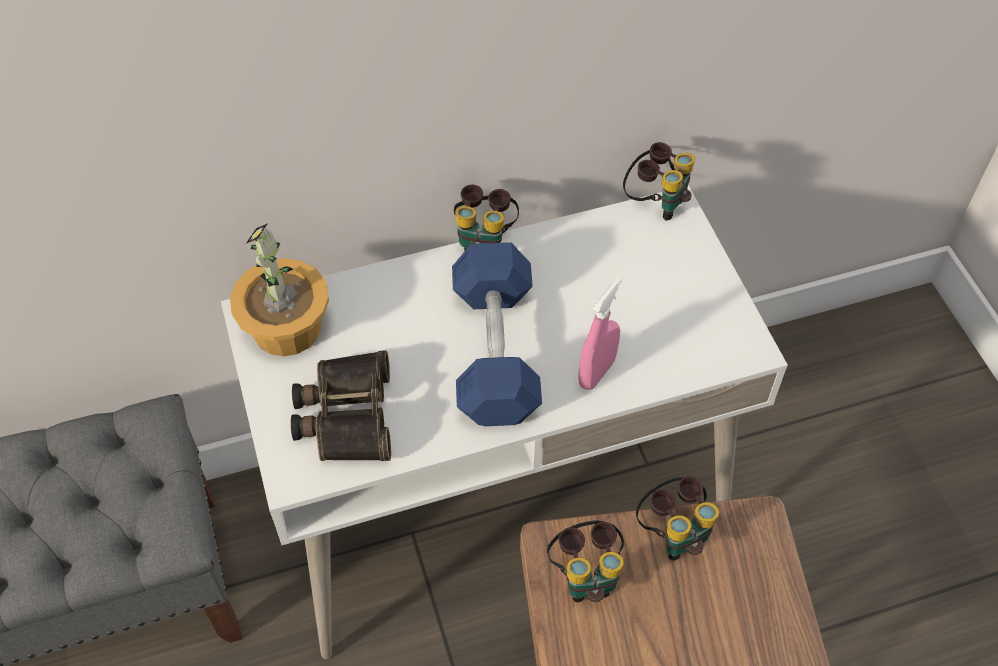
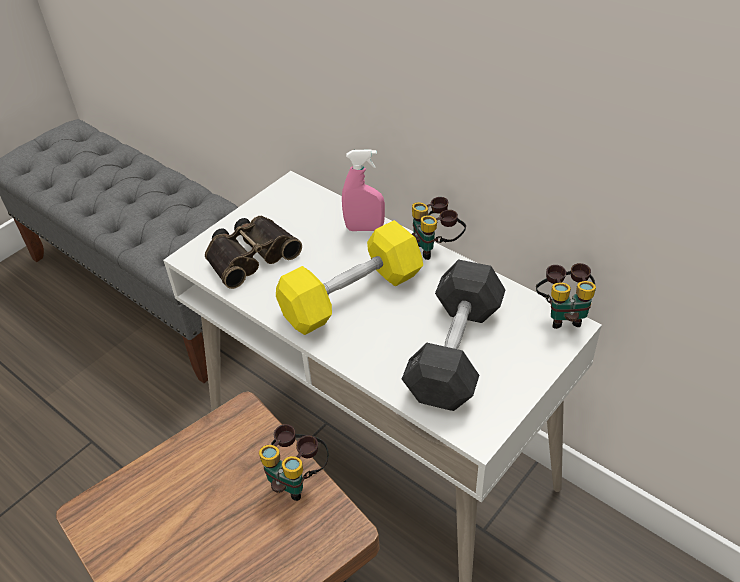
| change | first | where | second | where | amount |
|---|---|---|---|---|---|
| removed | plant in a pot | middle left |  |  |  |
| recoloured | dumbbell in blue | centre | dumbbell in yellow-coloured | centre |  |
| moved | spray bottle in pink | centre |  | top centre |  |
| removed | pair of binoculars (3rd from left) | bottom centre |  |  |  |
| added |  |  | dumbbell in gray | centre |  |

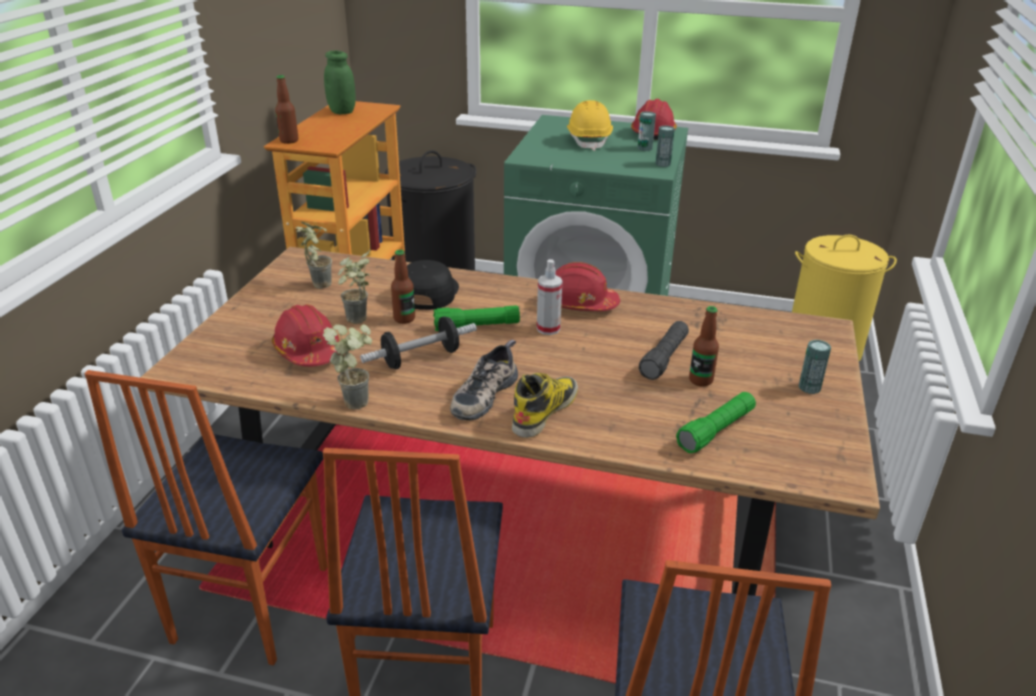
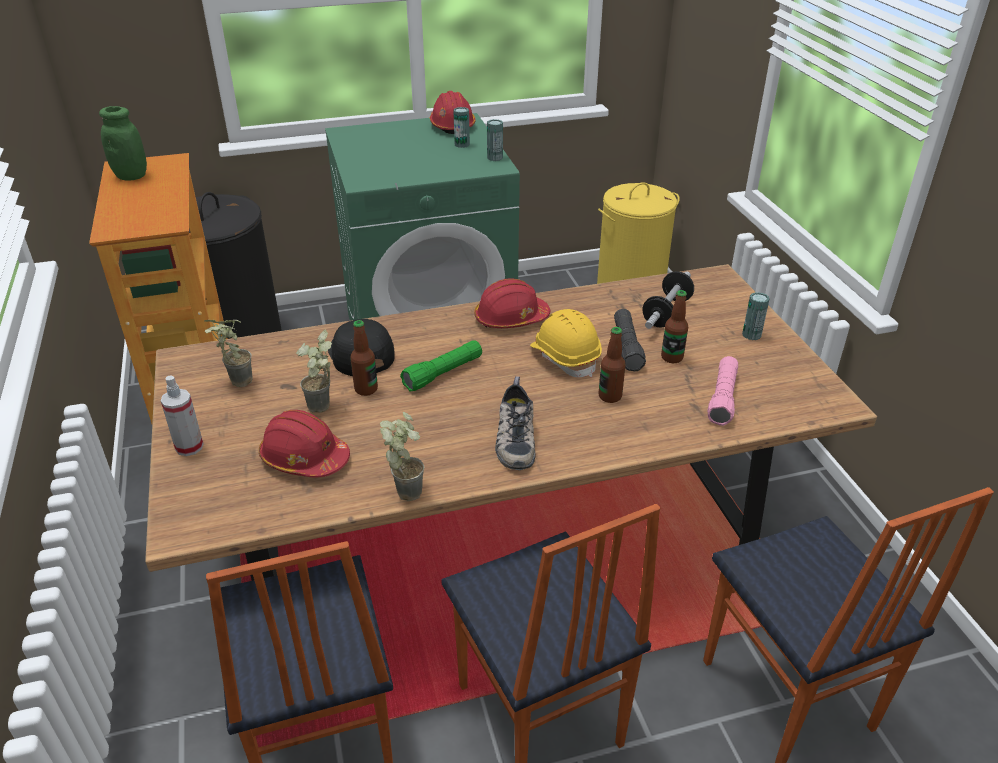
| change | first | where | second | where | amount |
|---|---|---|---|---|---|
| moved | drink bottle (1st from left in the first image) | top left | drink bottle (2nd from left) | centre |  |
| moved | hard hat in yellow-coloured | top centre |  | centre |  |
| moved | spray bottle | centre |  | middle left |  |
| moved | dumbbell | centre |  | middle right |  |
| removed | high-top boot | centre |  |  |  |
| recoloured | torch in green (2nd from left) | middle right | torch in pink | middle right |  |

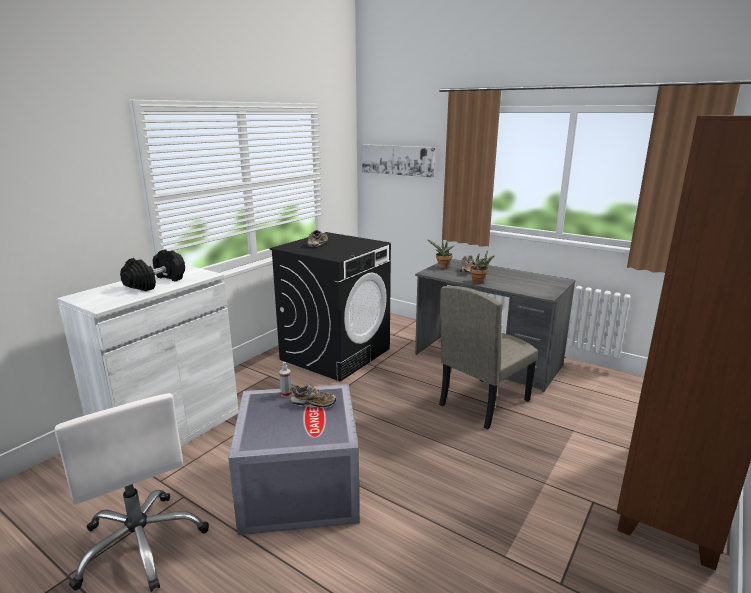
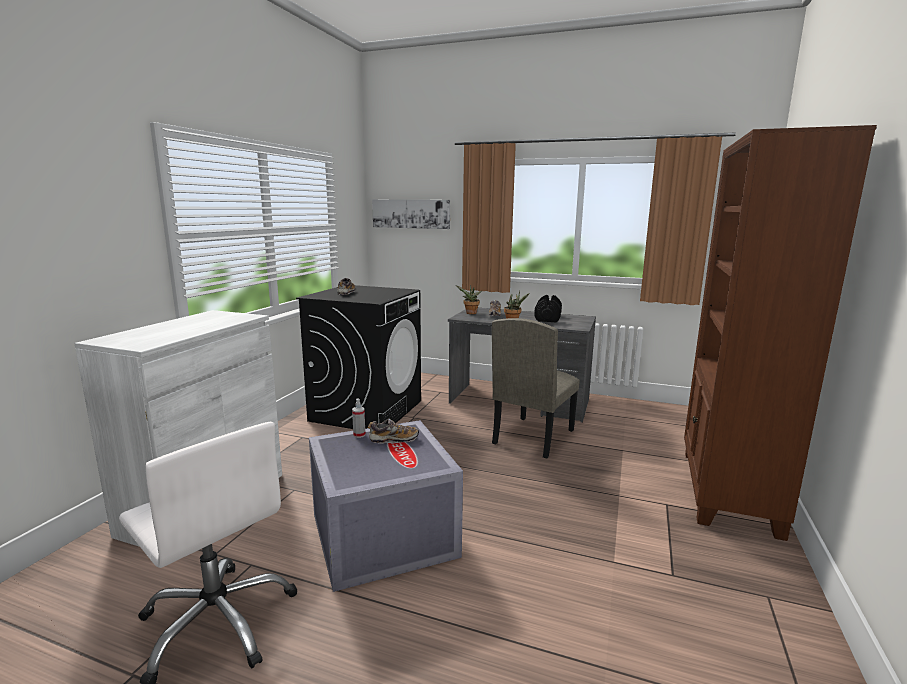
| change | first | where | second | where | amount |
|---|---|---|---|---|---|
| moved | dumbbell in black-coloured | middle left |  | centre |  |

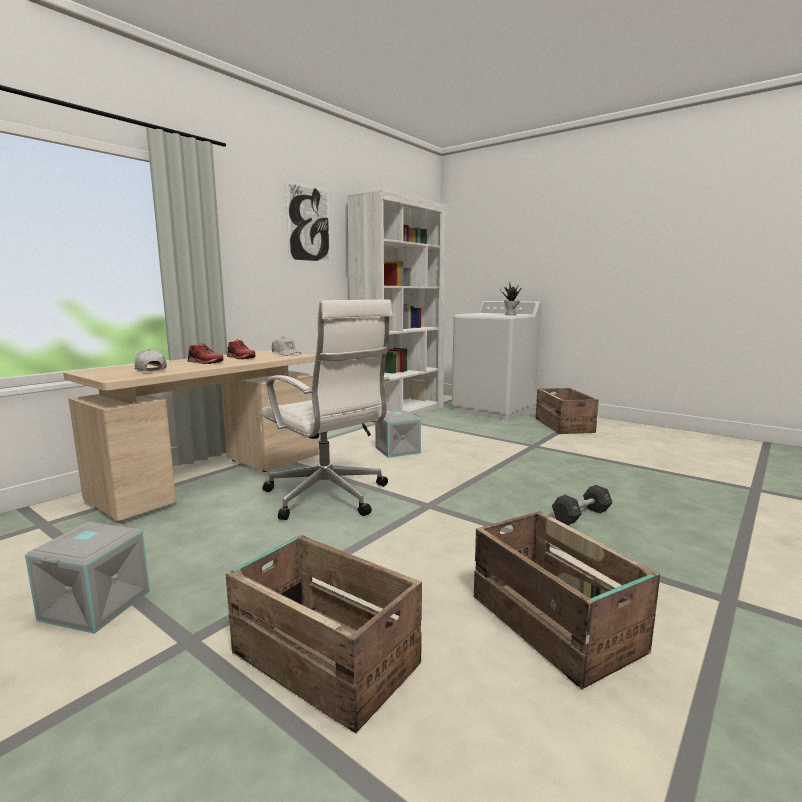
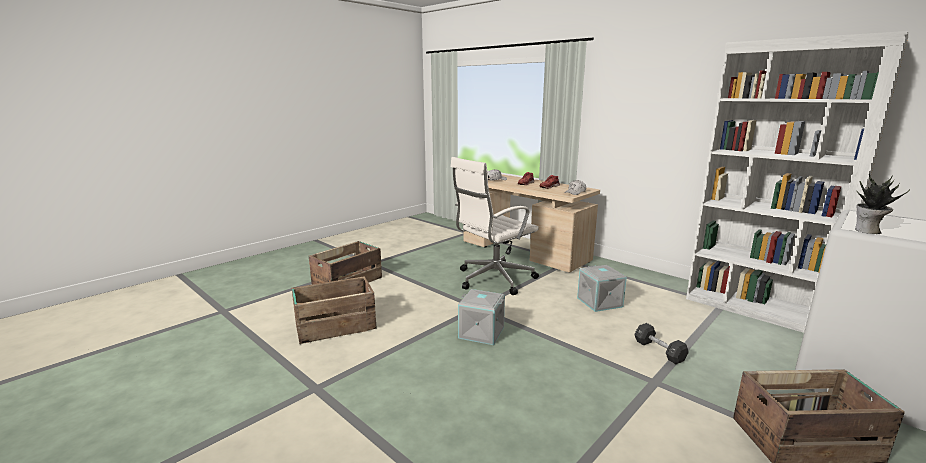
| change | first | where | second | where | amount |
|---|---|---|---|---|---|
| removed | wall art | top centre |  |  |  |
| moved | dumbbell in black-coloured | middle right |  | bottom right |  |
| moved | storage container in gray (1st from left) | bottom left |  | bottom centre |  |

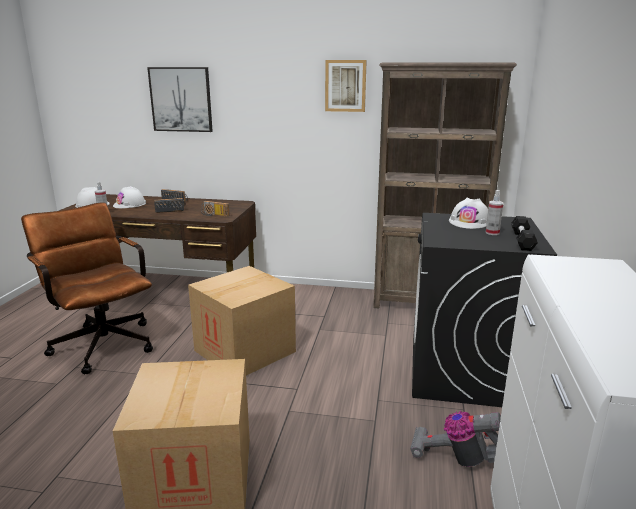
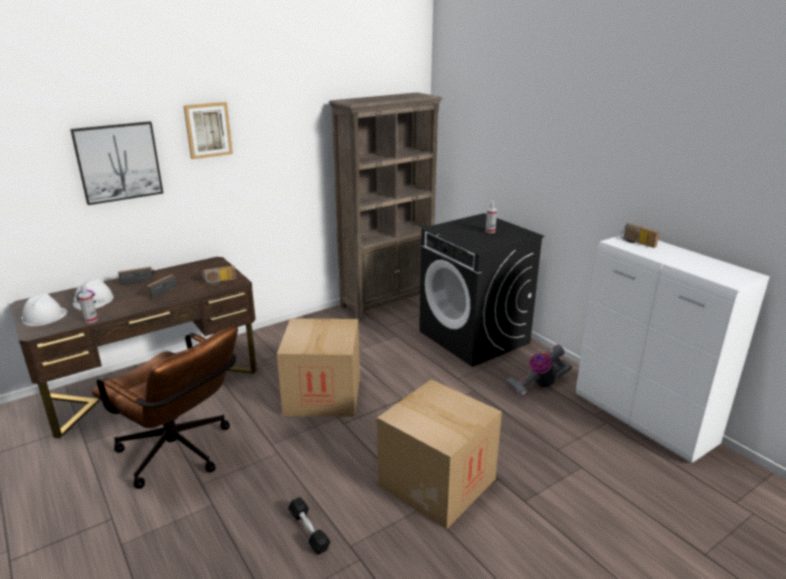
| change | first | where | second | where | amount |
|---|---|---|---|---|---|
| moved | wall art (2nd from left) | top centre |  | top left |  |
| removed | hard hat in white-coloured (3rd from left) | middle right |  |  |  |
| turned | computer chair in brown | middle left |  | bottom left | 150 degrees counterclockwise |
| moved | dumbbell in black-coloured | middle right |  | bottom centre |  |
| added |  |  | radio (4th from left) | middle right |  |

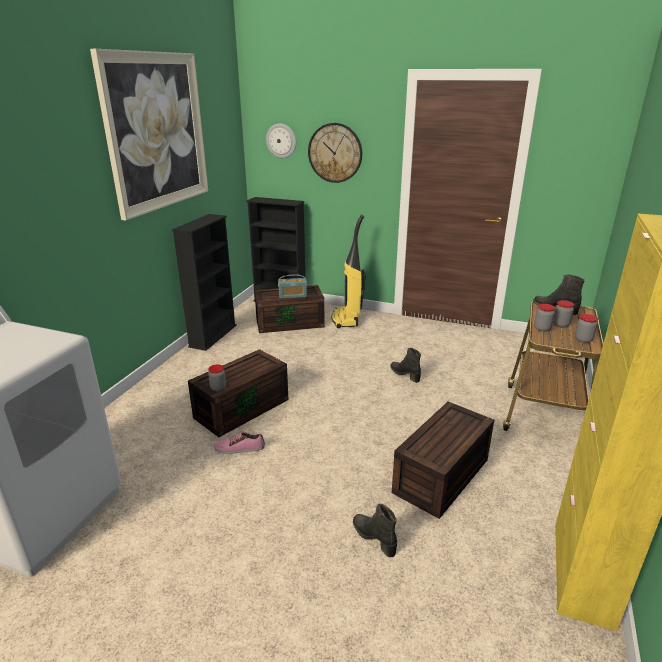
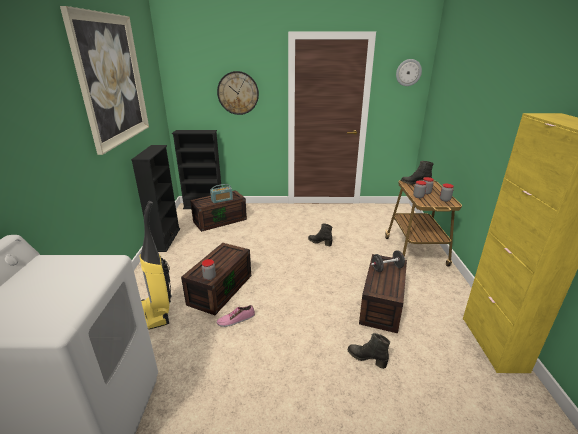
| change | first | where | second | where | amount |
|---|---|---|---|---|---|
| moved | clock on the wall (1st from left in the first image) | top centre | clock on the wall (2nd from left) | top right |  |
| moved | vacuum cleaner | centre |  | middle left |  |
| added |  |  | dumbbell in black-coloured | middle right |  |

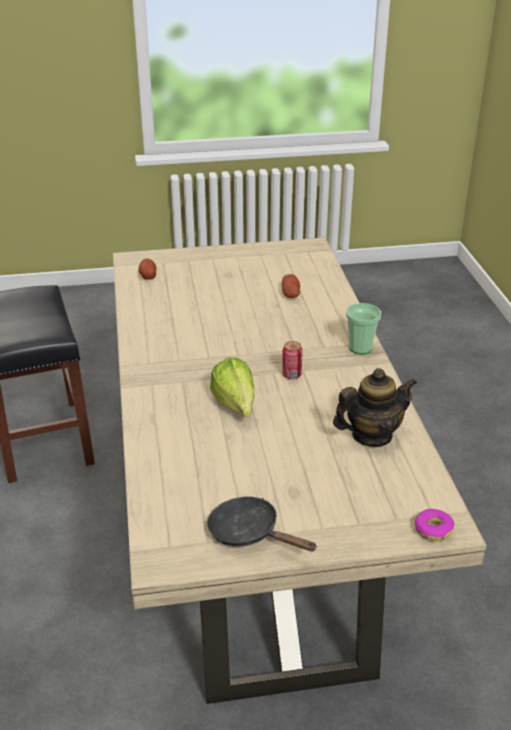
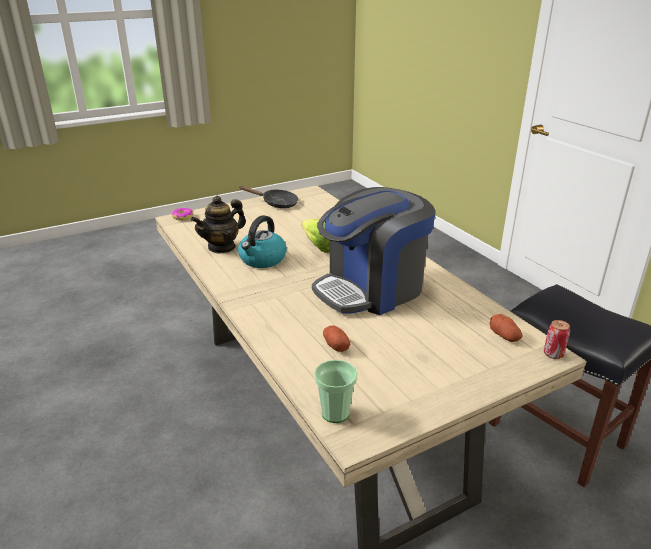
| change | first | where | second | where | amount |
|---|---|---|---|---|---|
| moved | cup | middle right |  | bottom centre |  |
| moved | sealed can | centre |  | middle right |  |
| added |  |  | coffee brewer | centre |  |
| added |  |  | water kettle | centre |  |

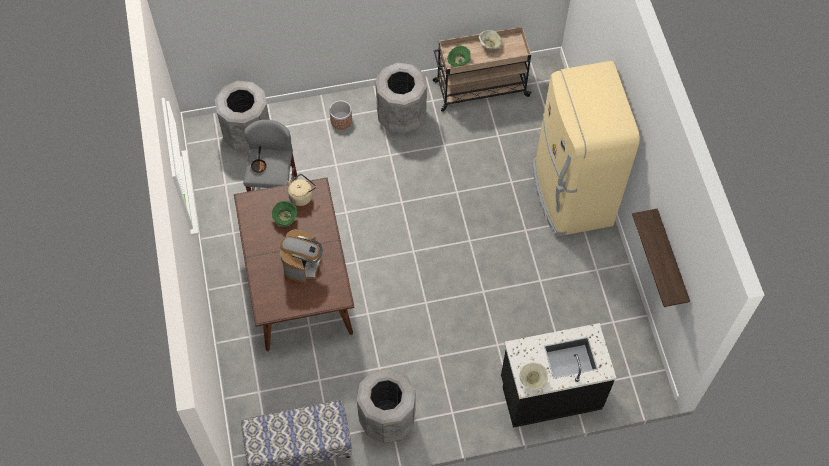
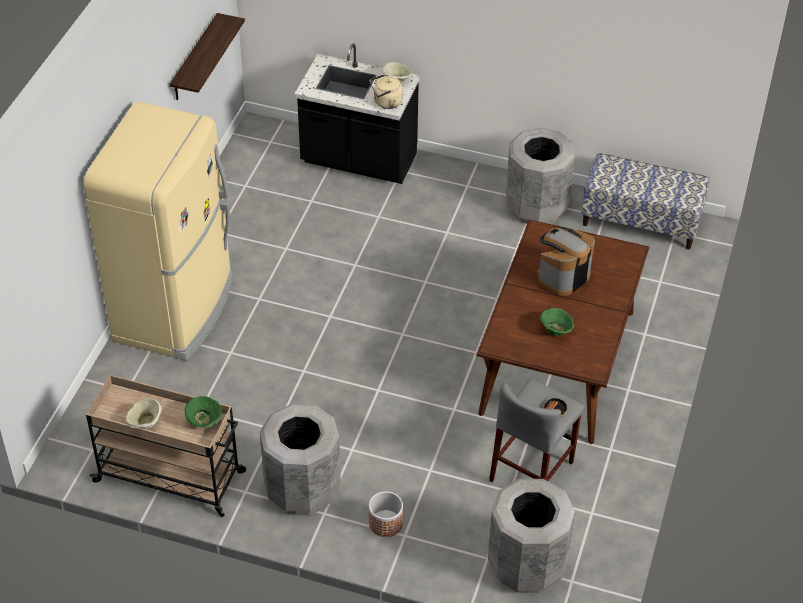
| change | first | where | second | where | amount |
|---|---|---|---|---|---|
| moved | water kettle in sand-coloured | centre |  | top centre |  |

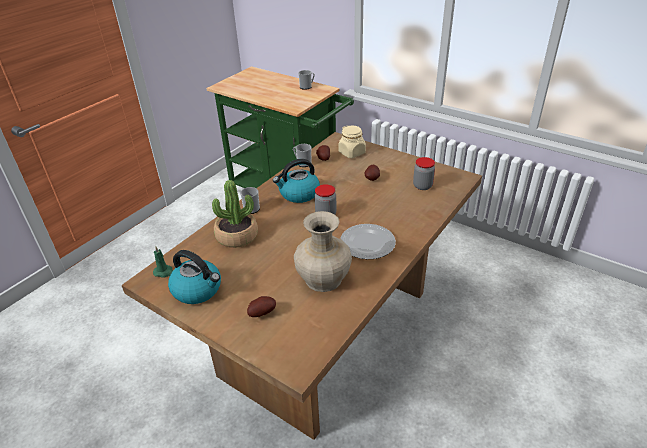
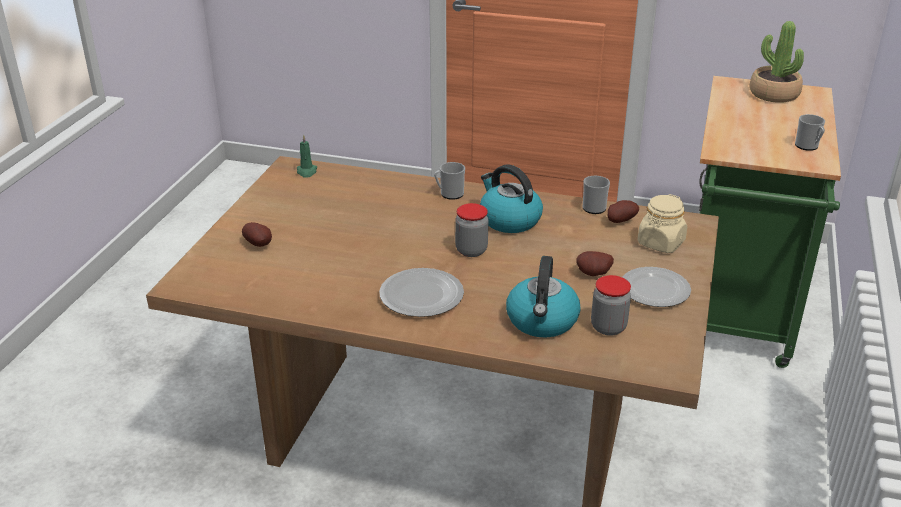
| change | first | where | second | where | amount |
|---|---|---|---|---|---|
| moved | plant in a pot | centre |  | top right |  |
| removed | vase in sand-coloured | centre |  |  |  |
| moved | water kettle (1st from left in the first image) | middle left | water kettle (2nd from left) | centre |  |
| added |  |  | dinner plate (2nd from left) | middle right |  |

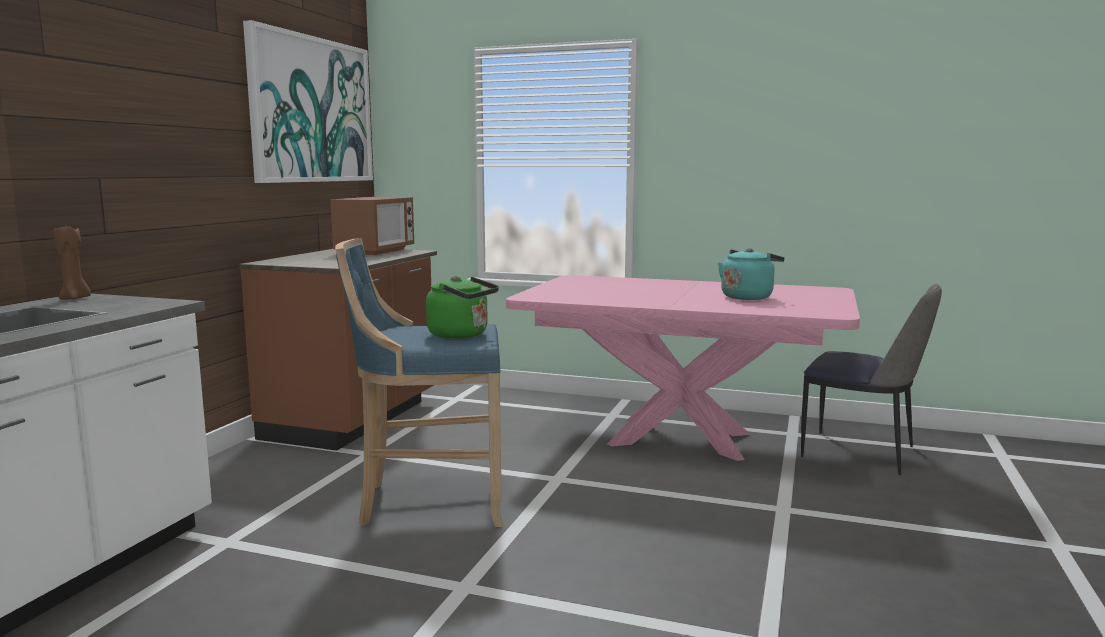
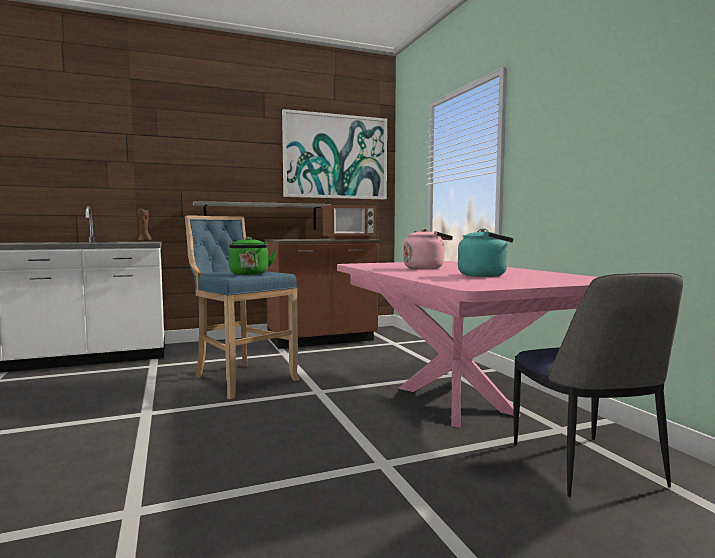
| change | first | where | second | where | amount |
|---|---|---|---|---|---|
| added |  |  | bracket shelf in gray | centre |  |
| added |  |  | water kettle in pink | centre |  |

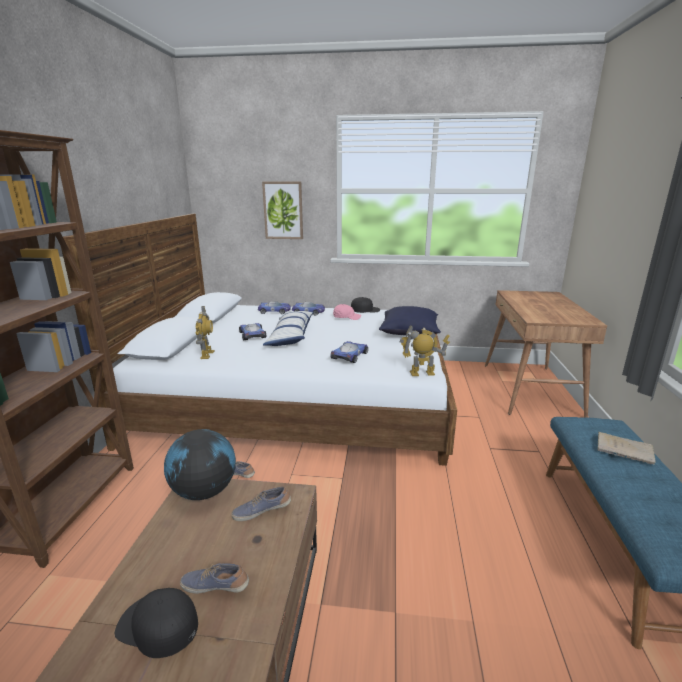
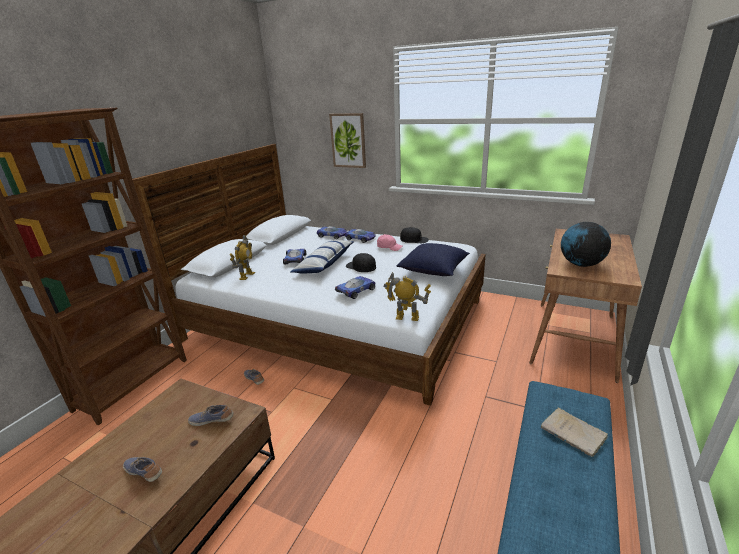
| change | first | where | second | where | amount |
|---|---|---|---|---|---|
| moved | globe | bottom left |  | middle right |  |
| moved | baseball cap in black-coloured (1st from left) | bottom left |  | centre |  |

